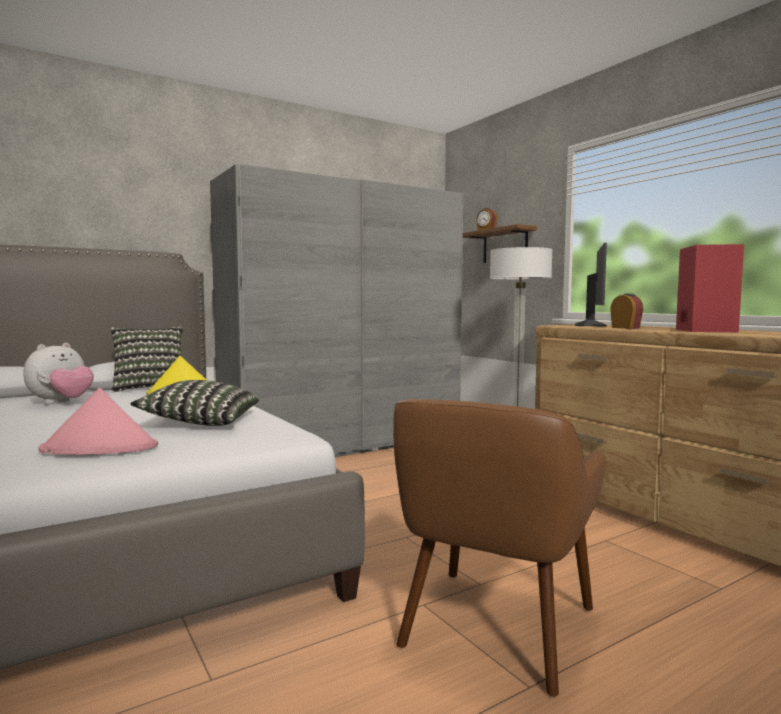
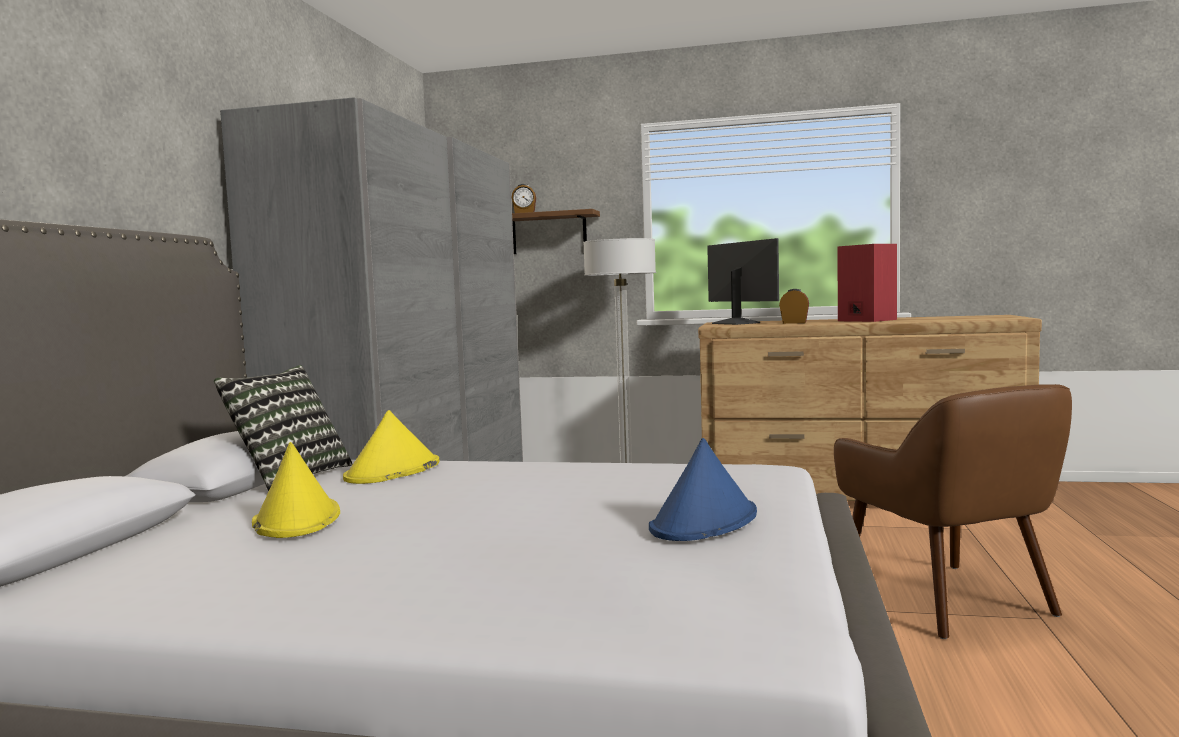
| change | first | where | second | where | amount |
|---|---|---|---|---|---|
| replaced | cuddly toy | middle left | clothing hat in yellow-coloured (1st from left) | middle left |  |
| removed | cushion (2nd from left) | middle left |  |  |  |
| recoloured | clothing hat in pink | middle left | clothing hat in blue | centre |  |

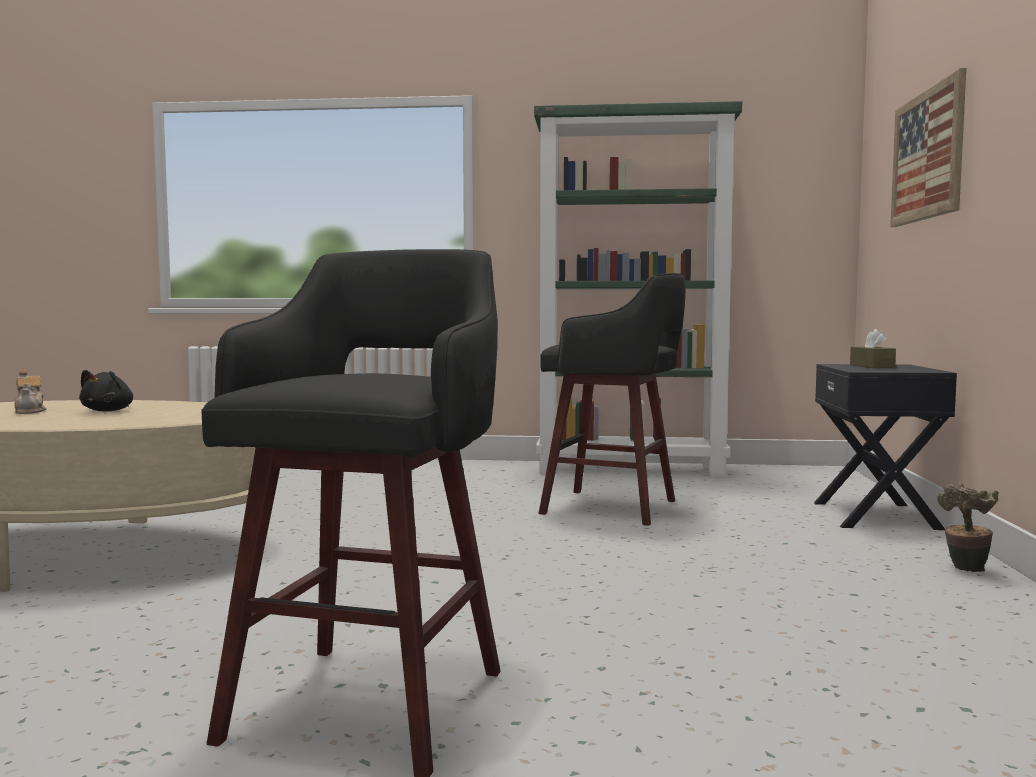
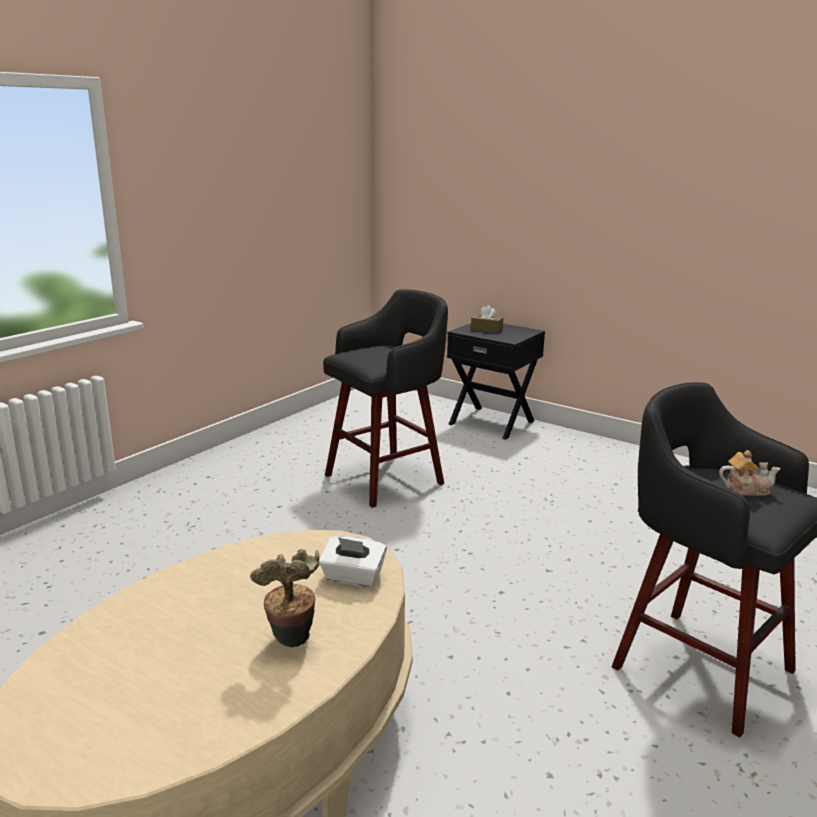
| change | first | where | second | where | amount |
|---|---|---|---|---|---|
| removed | wall art | top right |  |  |  |
| removed | bookshelf in green | centre |  |  |  |
| moved | tea pot | middle left |  | middle right |  |
| removed | cuddly toy in black-coloured | middle left |  |  |  |
| moved | plant in a pot | bottom right |  | bottom centre |  |
| added |  |  | tissue holder in white-coloured | bottom centre |  |

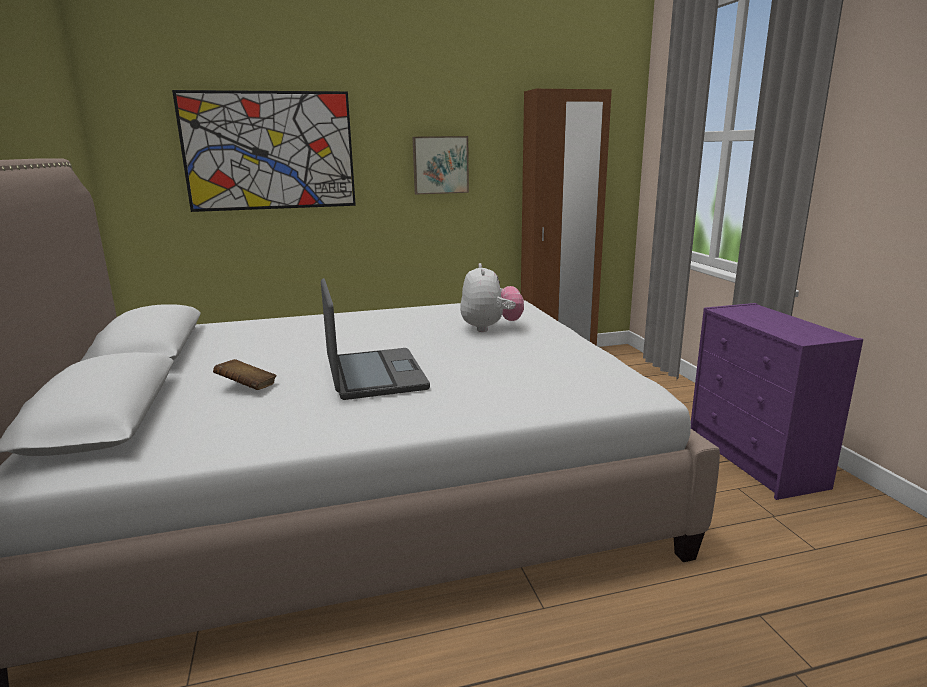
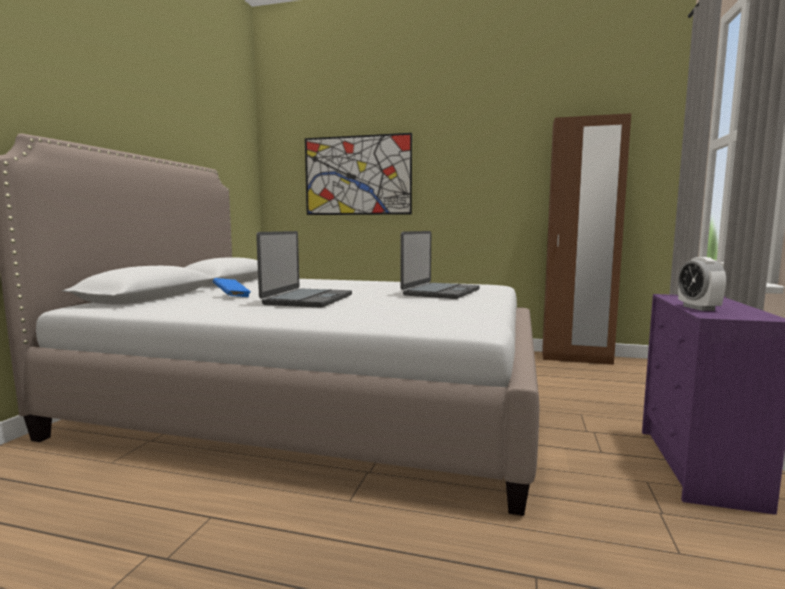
| change | first | where | second | where | amount |
|---|---|---|---|---|---|
| removed | wall art (2nd from left) | top centre |  |  |  |
| replaced | cuddly toy | centre | notebook computer (2nd from left) | centre |  |
| recoloured | book in brown | middle left | book in blue | middle left |  |
| added |  |  | alarm clock | middle right |  |

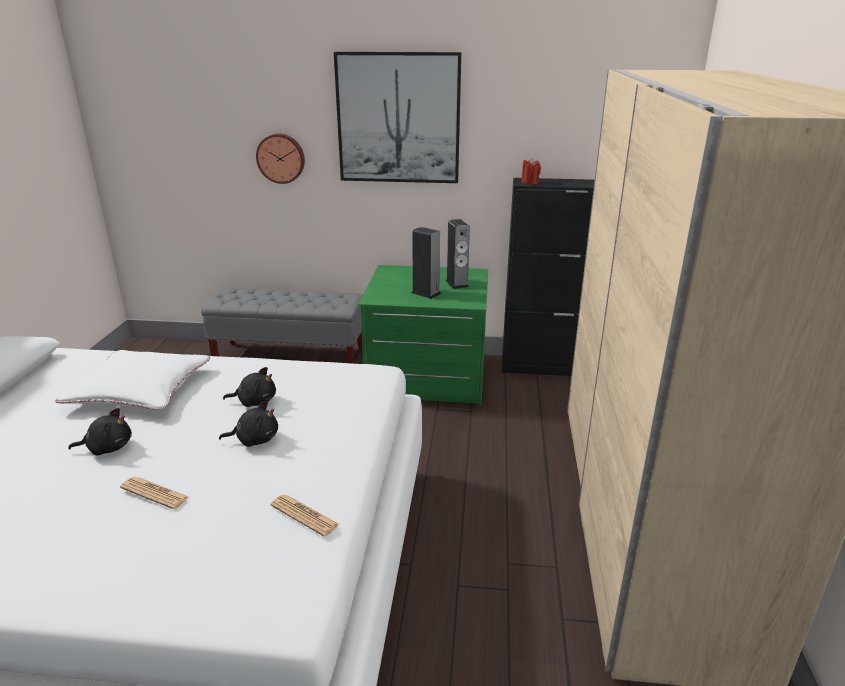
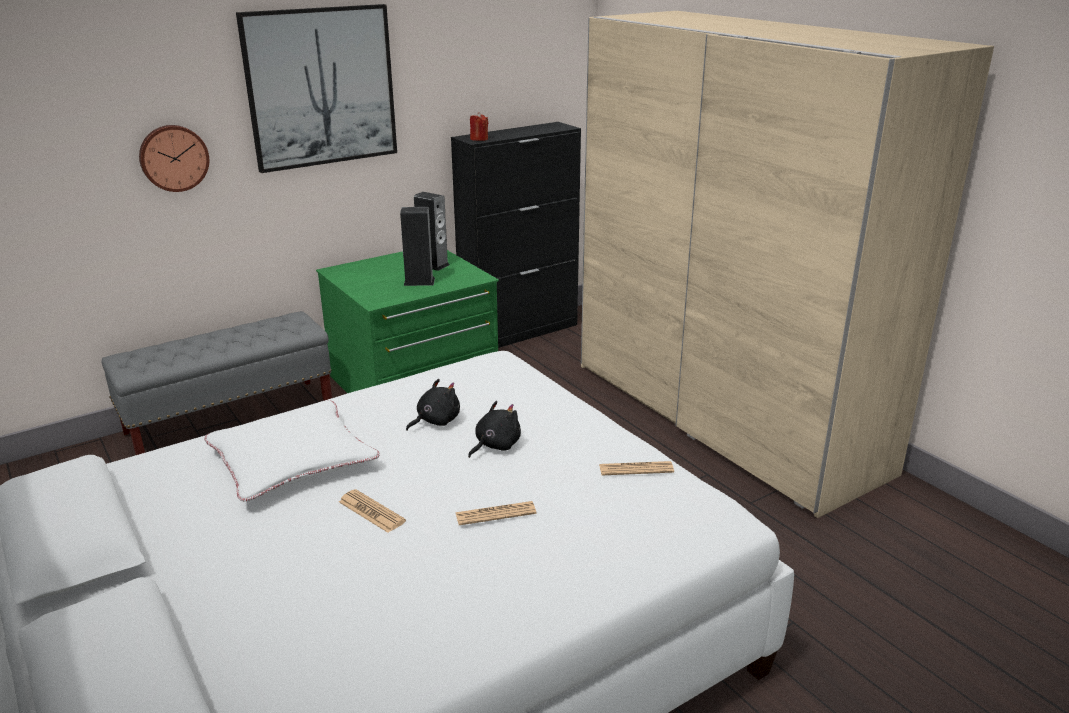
| change | first | where | second | where | amount |
|---|---|---|---|---|---|
| replaced | cuddly toy in black-coloured (1st from left) | middle left | daily paper (1st from left) | bottom centre |  |

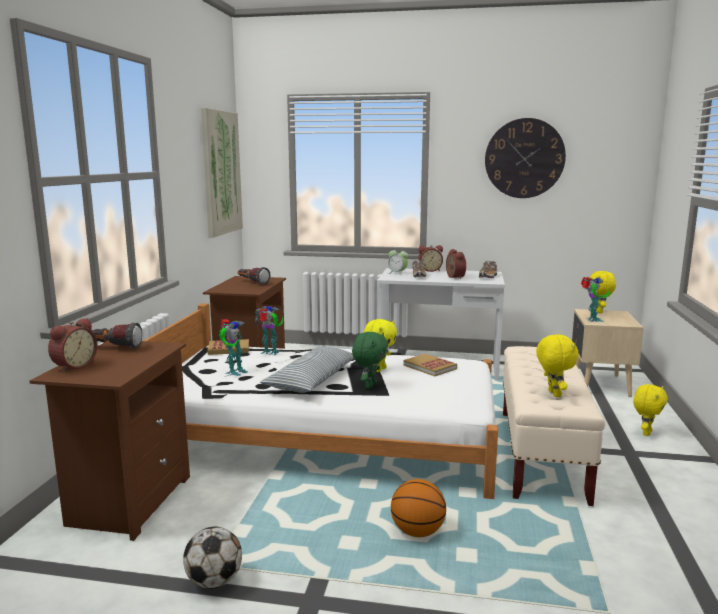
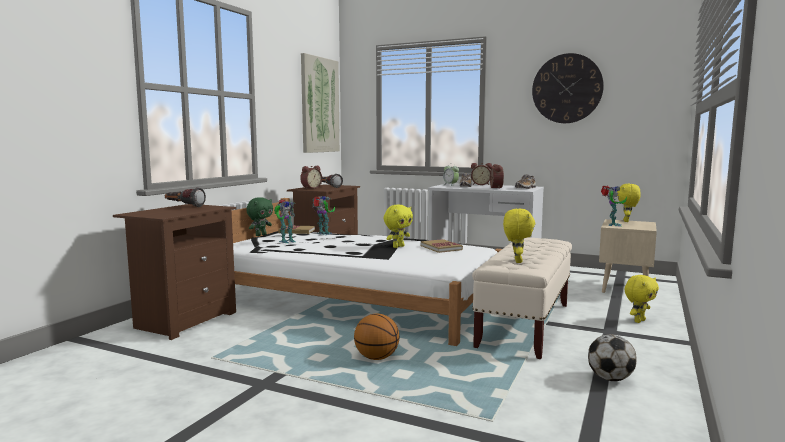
| change | first | where | second | where | amount |
|---|---|---|---|---|---|
| moved | alarm clock (1st from left) | middle left |  | centre |  |
| moved | cuddly toy in green | centre |  | middle left |  |
| removed | cushion | centre |  |  |  |
| moved | football ball | bottom left |  | bottom right |  |

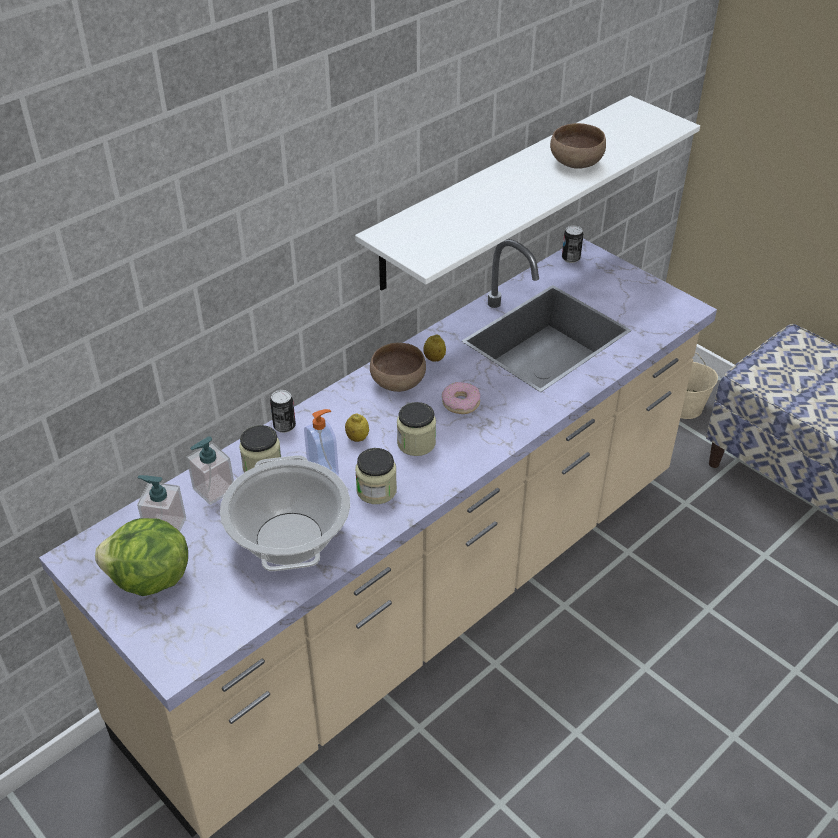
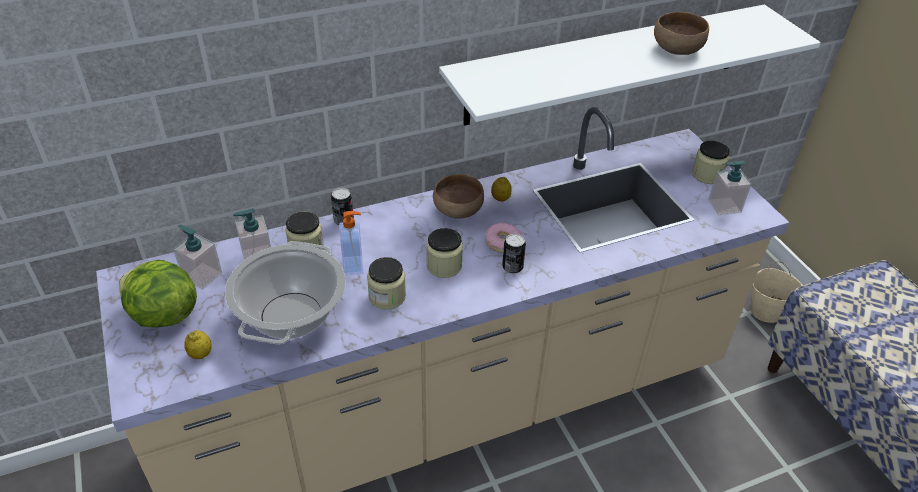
| change | first | where | second | where | amount |
|---|---|---|---|---|---|
| moved | sealed can (2nd from left) | top right |  | centre |  |
| moved | lemon (1st from left) | centre |  | bottom left |  |
| added |  |  | storage jar (4th from left) | top right |  |
| added |  |  | liquid soap bottle (4th from left) | middle right |  |

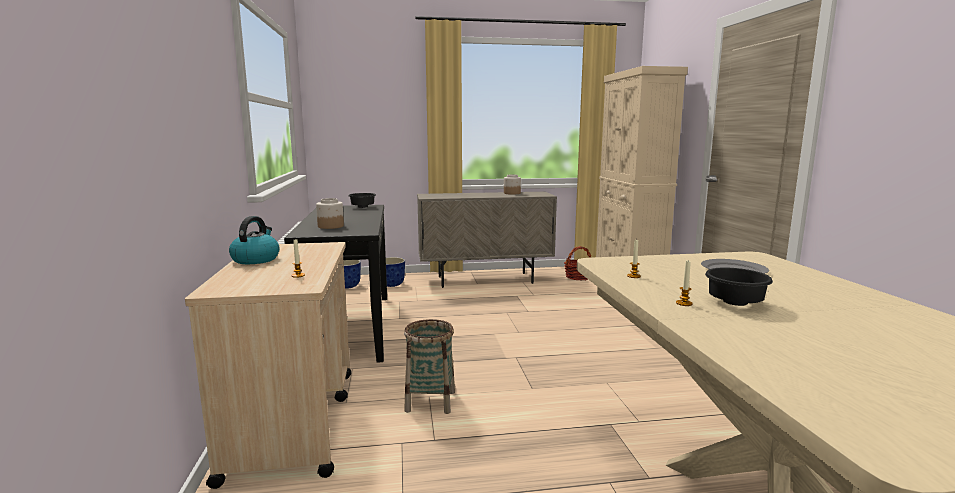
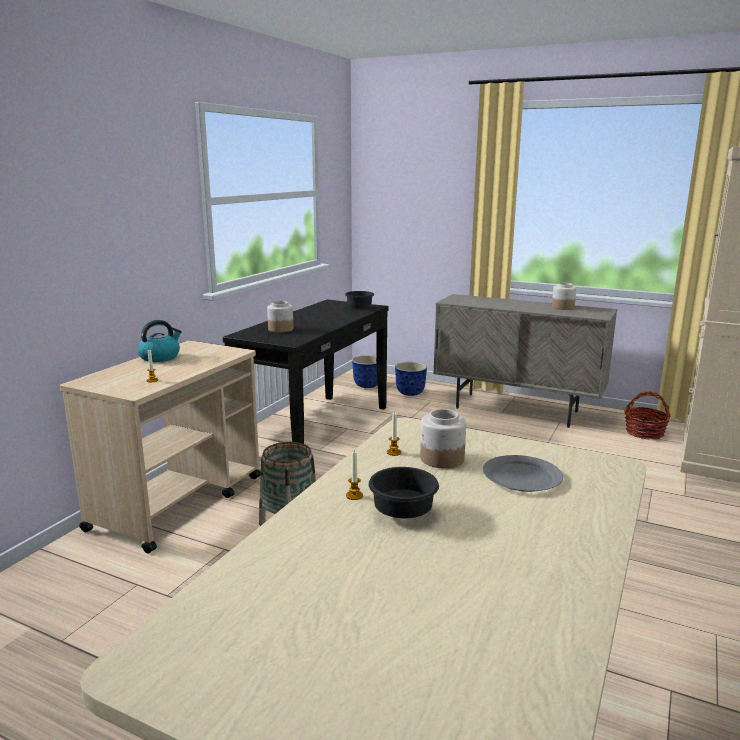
| change | first | where | second | where | amount |
|---|---|---|---|---|---|
| added |  |  | storage jar (2nd from left) | centre |  |

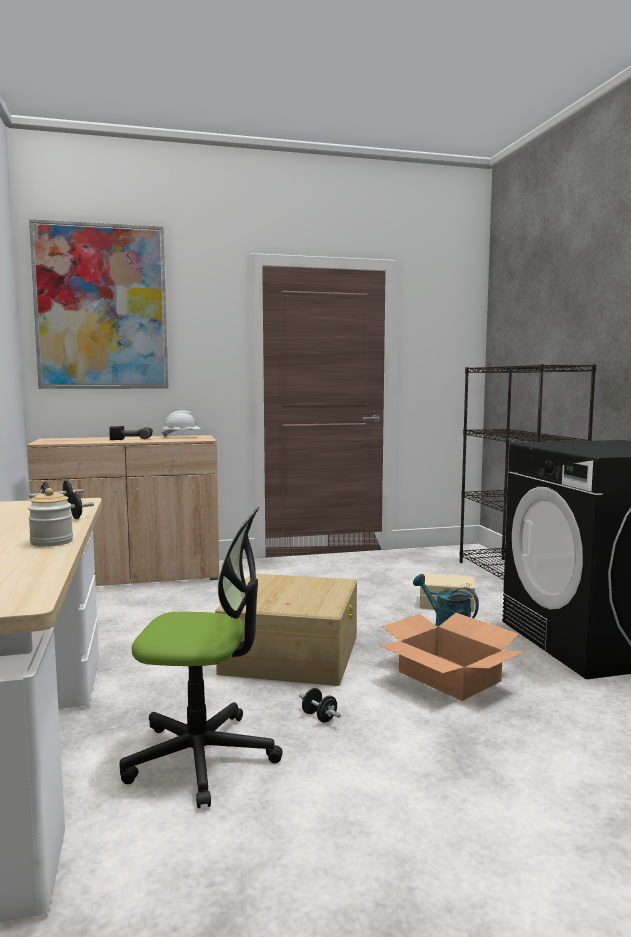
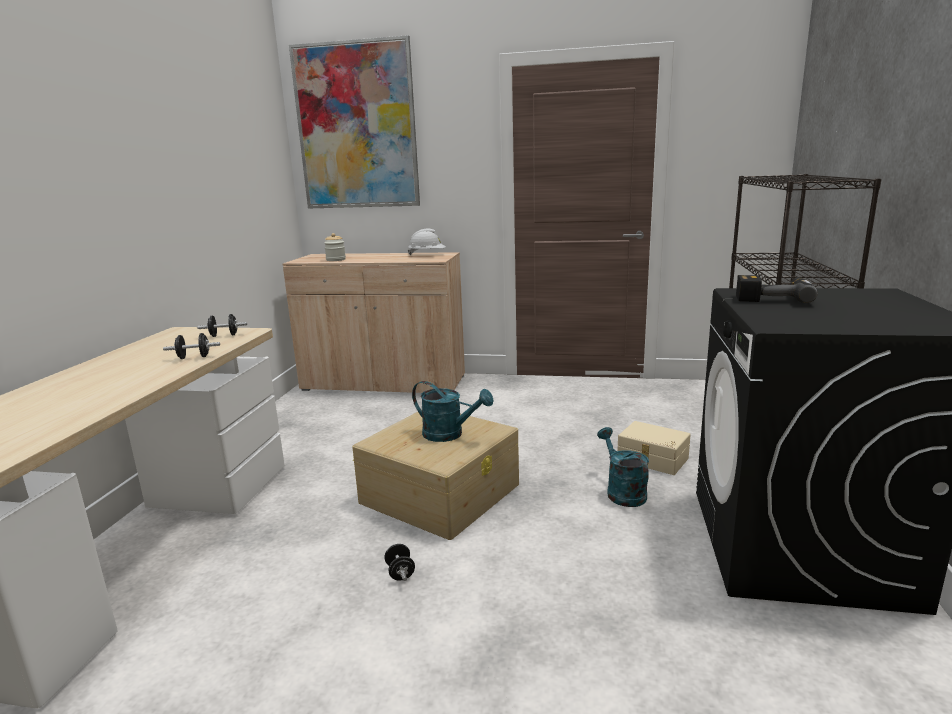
| change | first | where | second | where | amount |
|---|---|---|---|---|---|
| moved | power drill | middle left |  | middle right |  |
| moved | storage jar | middle left |  | centre |  |
| removed | computer chair | bottom left |  |  |  |
| removed | packing box | bottom right |  |  |  |
| added |  |  | watering pot in turquoise-coloured (1st from left) | centre |  |

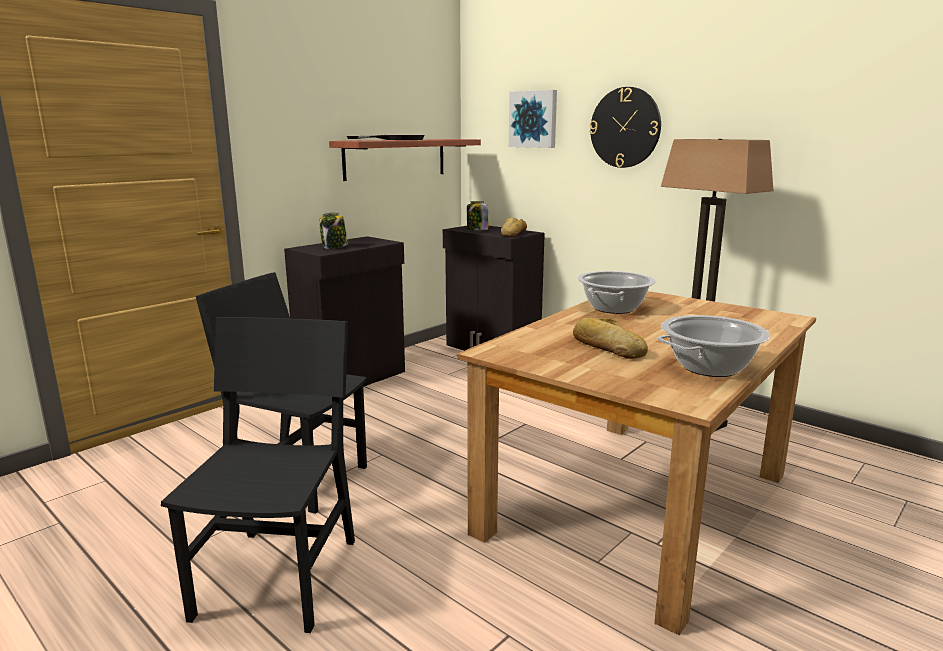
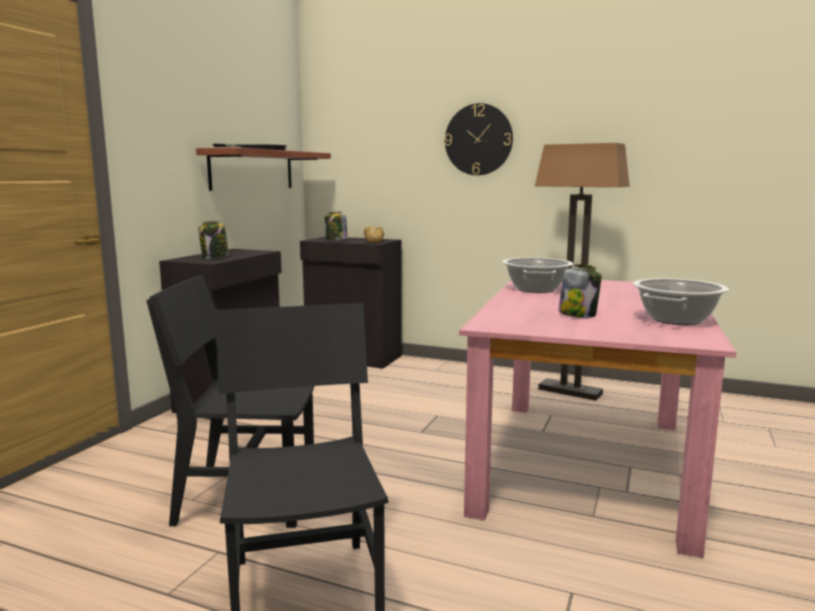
| change | first | where | second | where | amount |
|---|---|---|---|---|---|
| removed | wall art | top centre |  |  |  |
| recoloured | kitchen table in brown | bottom right | kitchen table in pink | bottom right |  |
| replaced | baked bread (2nd from left) | centre | storage jar (3rd from left) | middle right |  |

